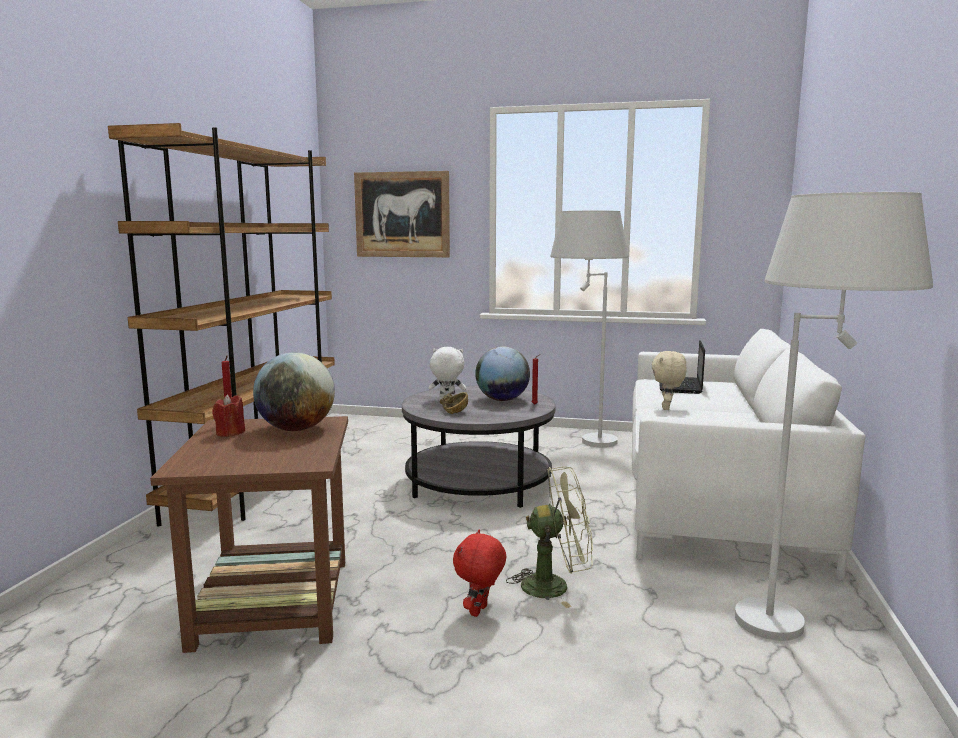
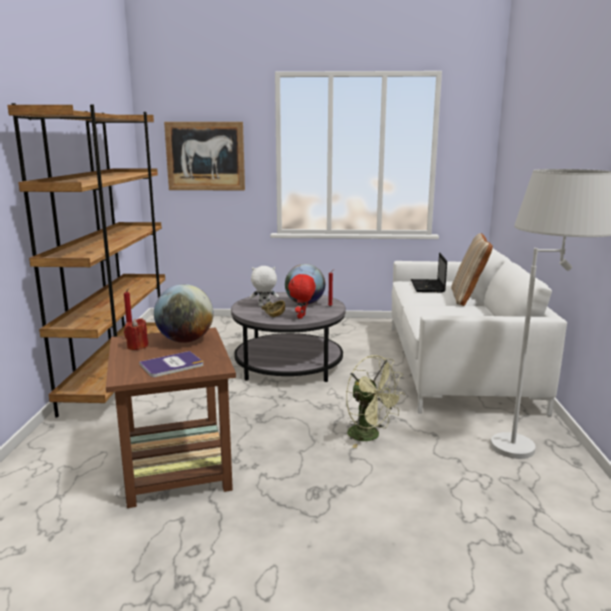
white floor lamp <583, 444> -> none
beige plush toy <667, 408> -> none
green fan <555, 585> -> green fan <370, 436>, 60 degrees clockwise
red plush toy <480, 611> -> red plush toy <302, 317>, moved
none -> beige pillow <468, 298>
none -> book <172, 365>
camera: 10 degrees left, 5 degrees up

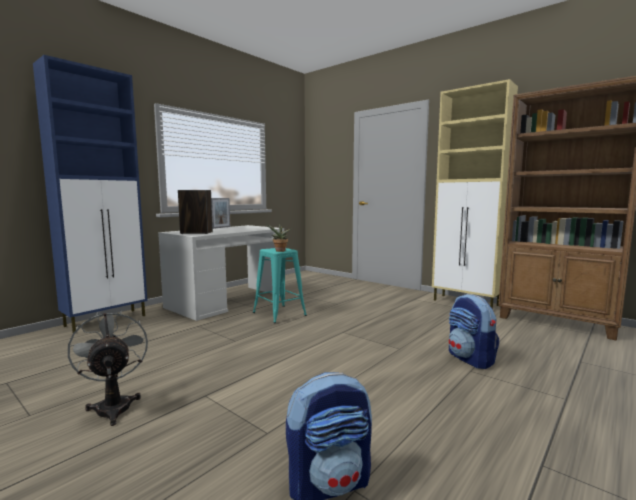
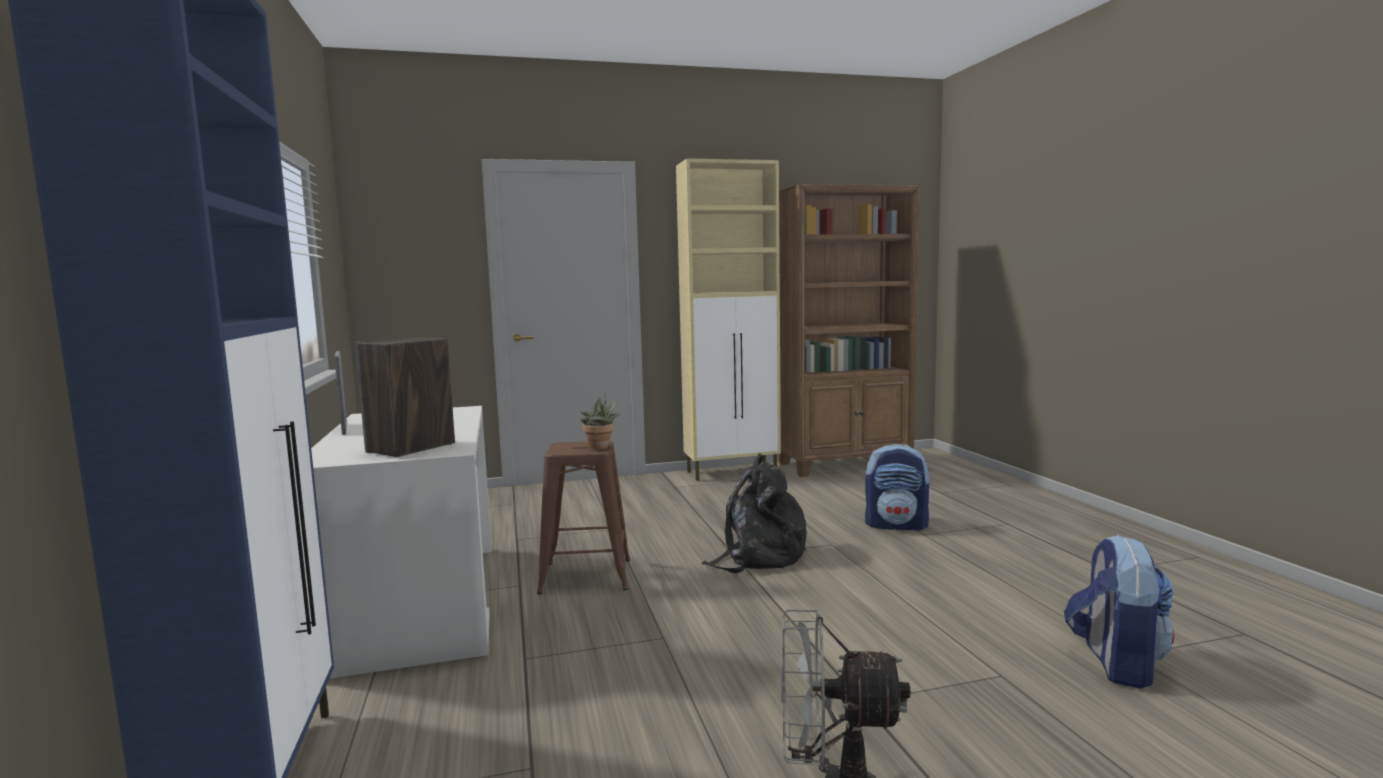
turquoise stool <279, 314> -> brown stool <586, 576>
none -> black backpack <758, 556>
camera: 55 degrees left, 0 degrees up

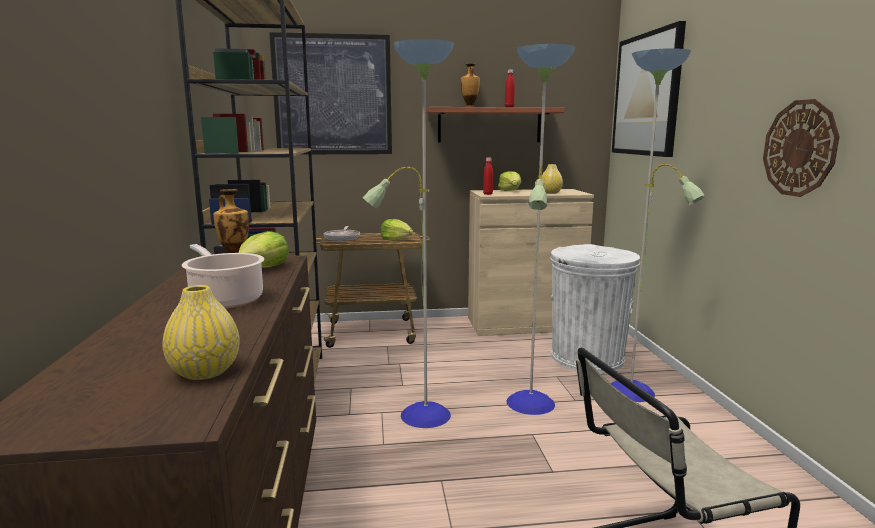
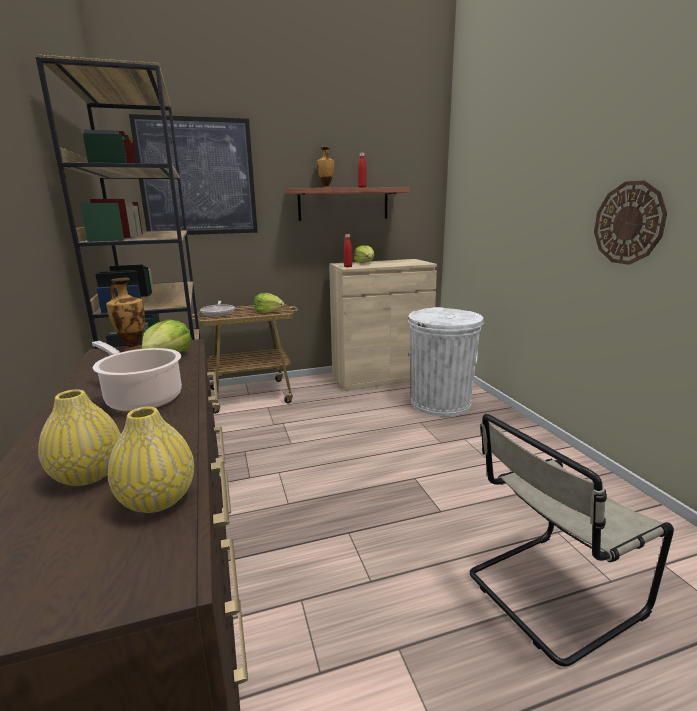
picture <647, 95> -> none
floor lamp <531, 404> -> none
yellow vase <550, 193> -> yellow vase <88, 475>, moved
camera: 10 degrees left, 5 degrees up

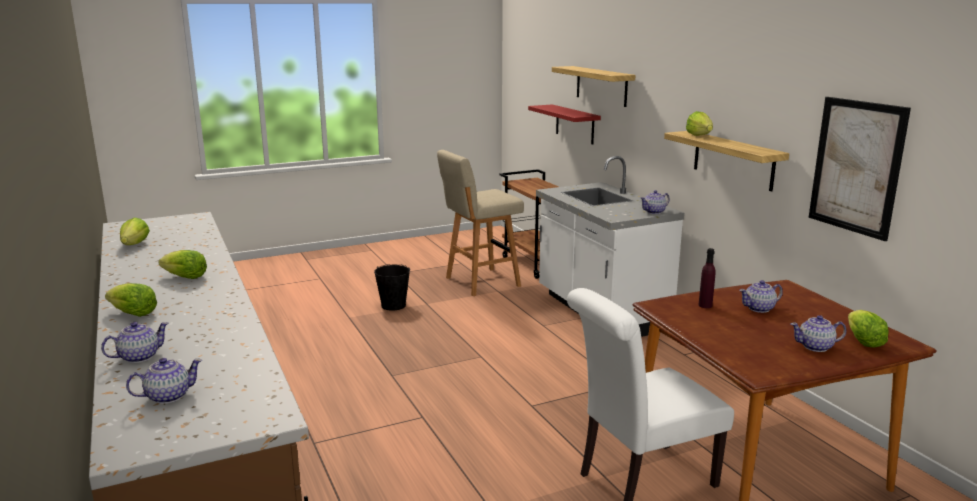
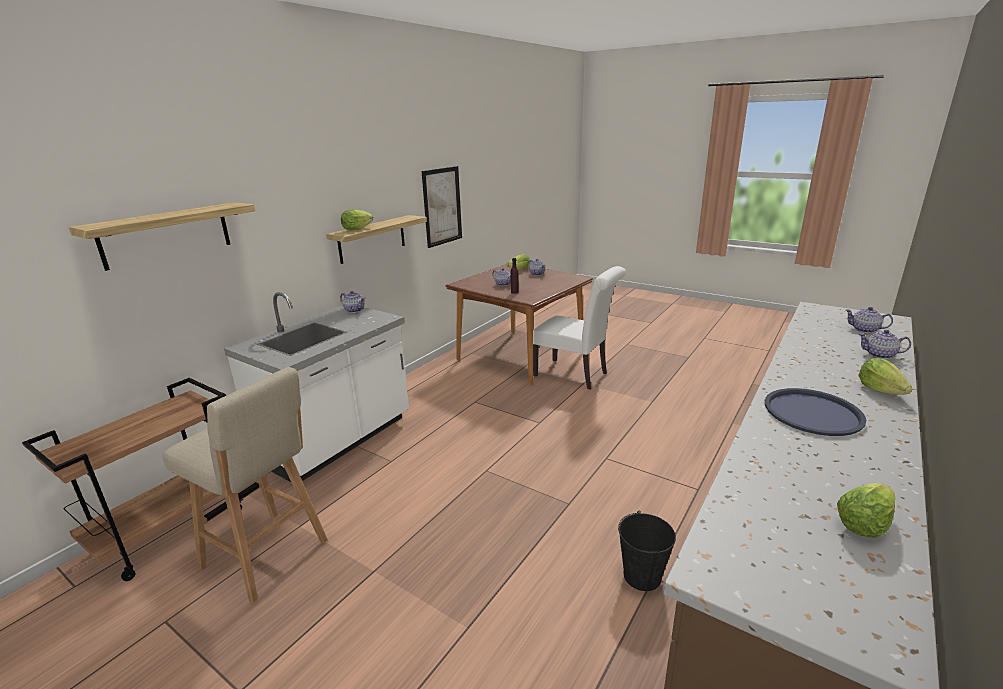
red shelf <574, 124> -> none
lettuce <186, 277> -> blue tray <812, 412>
black bucket <393, 305> -> black bucket <642, 576>, moved
camera: 120 degrees left, 5 degrees up

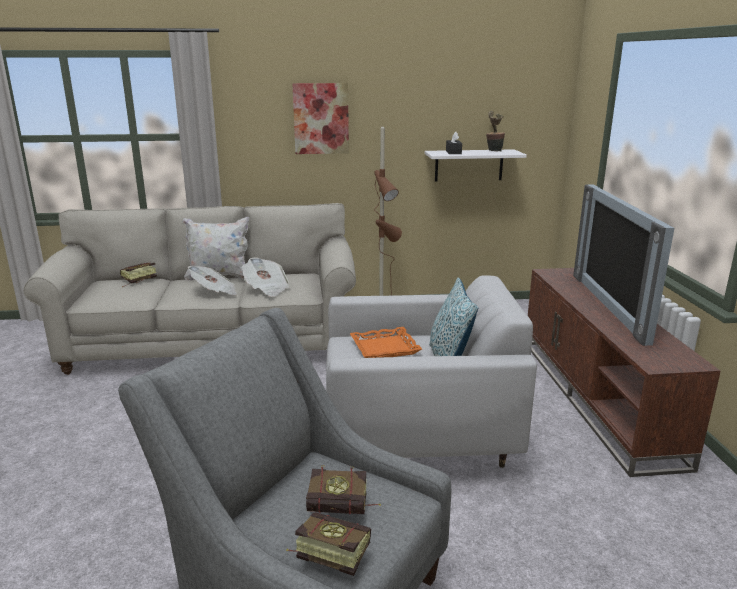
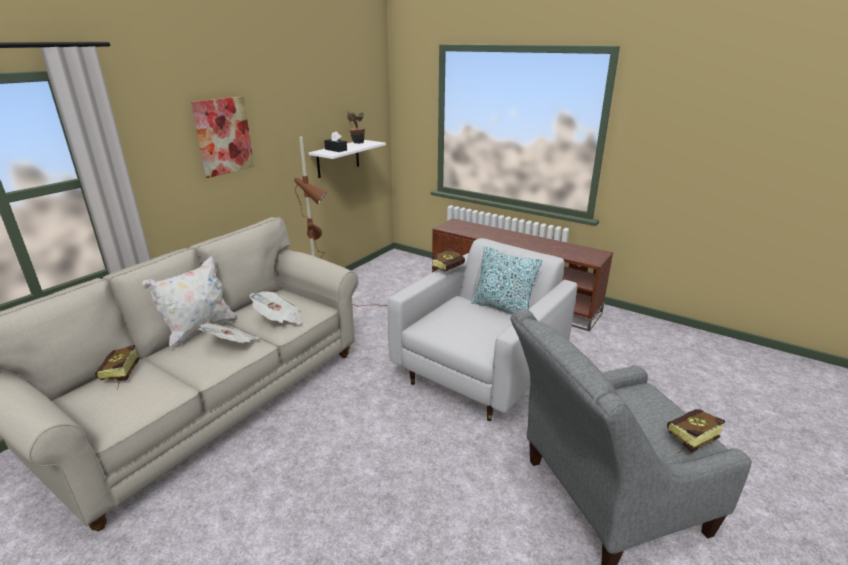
television <614, 305> -> none
orange tray <384, 348> -> none
book <344, 510> -> book <450, 269>, moved
camera: 50 degrees left, 5 degrees up

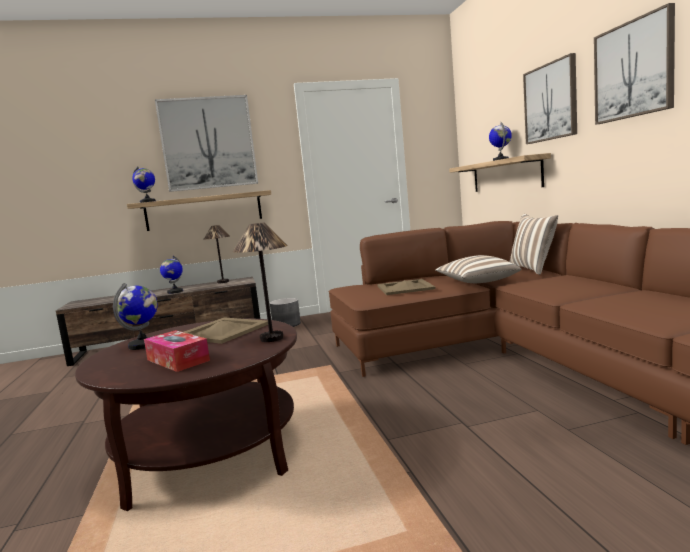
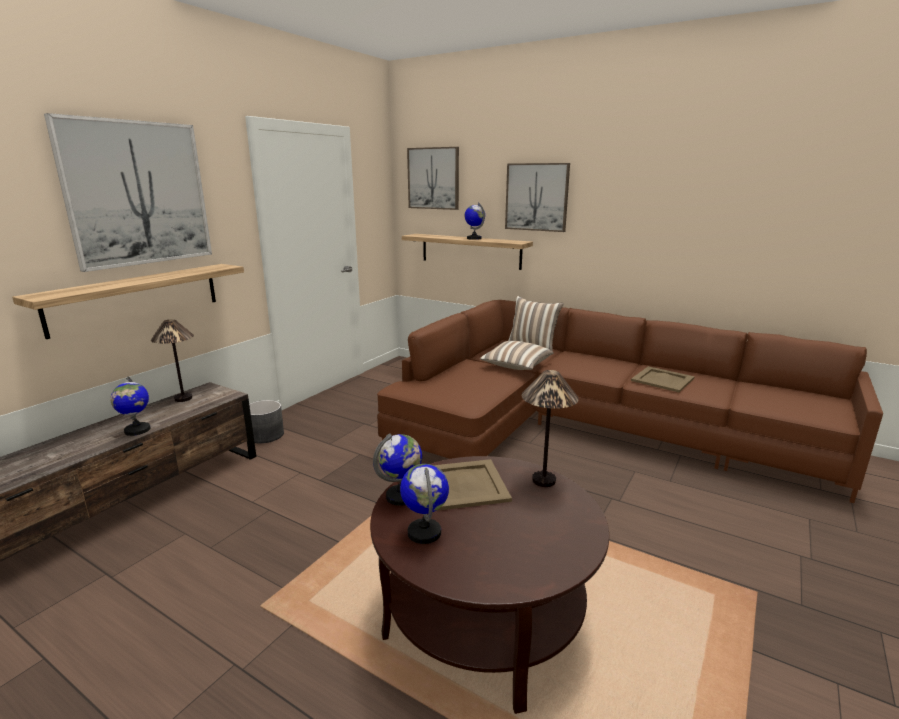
picture <633, 69> -> picture <433, 178>, moved
globe <147, 202> -> globe <401, 496>, moved
beige tray <405, 287> -> beige tray <662, 379>, moved
tissue box <178, 360> -> none
camera: 45 degrees left, 10 degrees up

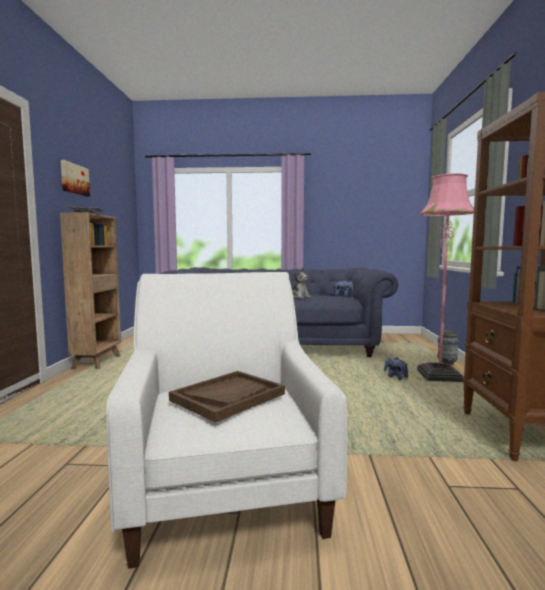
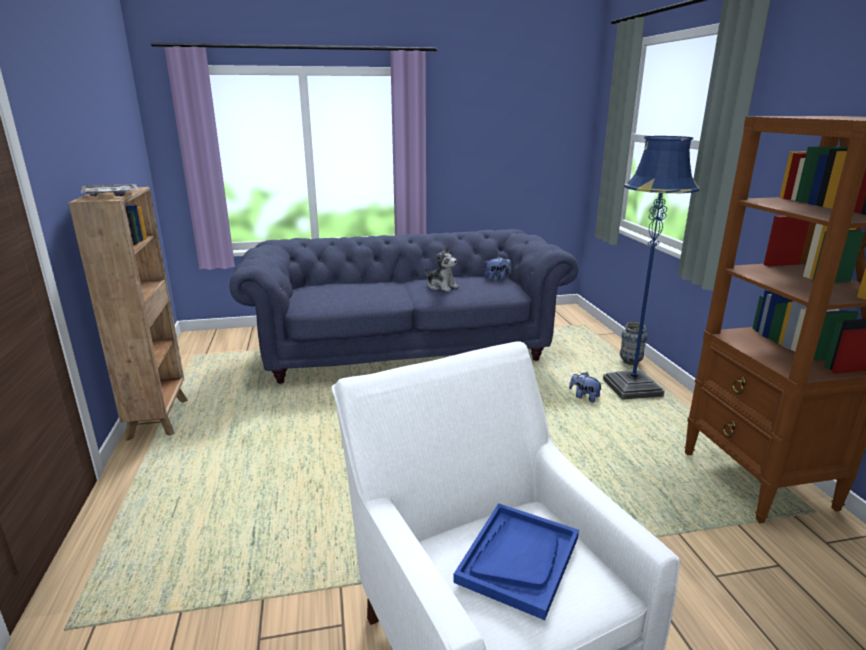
picture <74, 179> -> none
pink floor lamp <439, 376> -> blue floor lamp <632, 388>
brown tray <228, 397> -> blue tray <518, 559>
camera: 15 degrees left, 15 degrees up

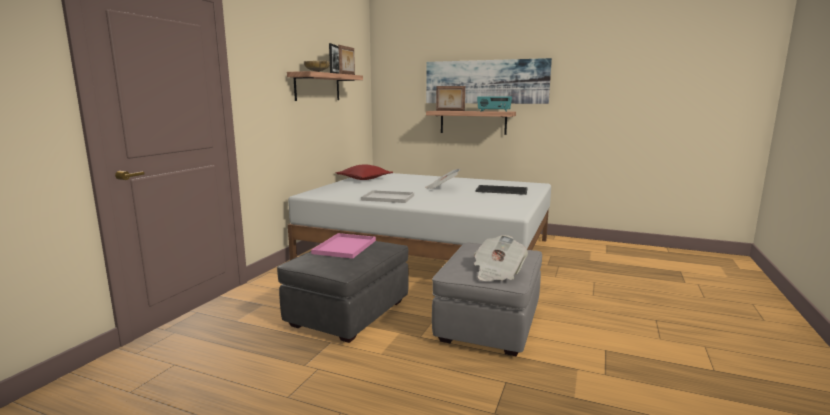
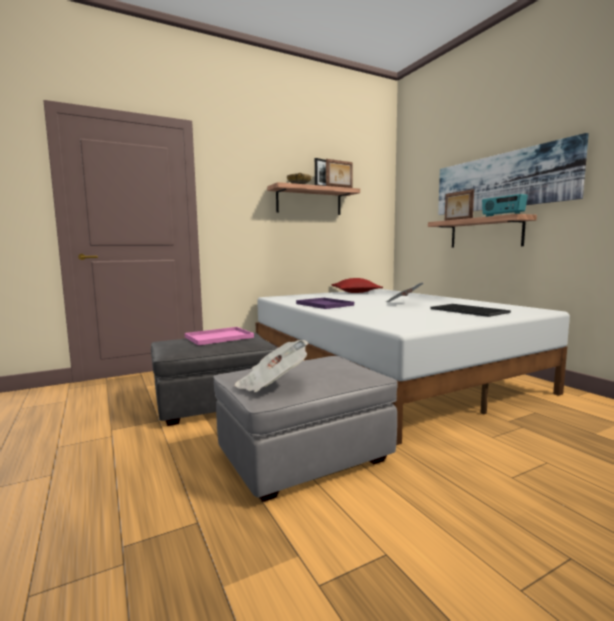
white tray <387, 198> -> purple tray <323, 304>
camera: 40 degrees right, 5 degrees down

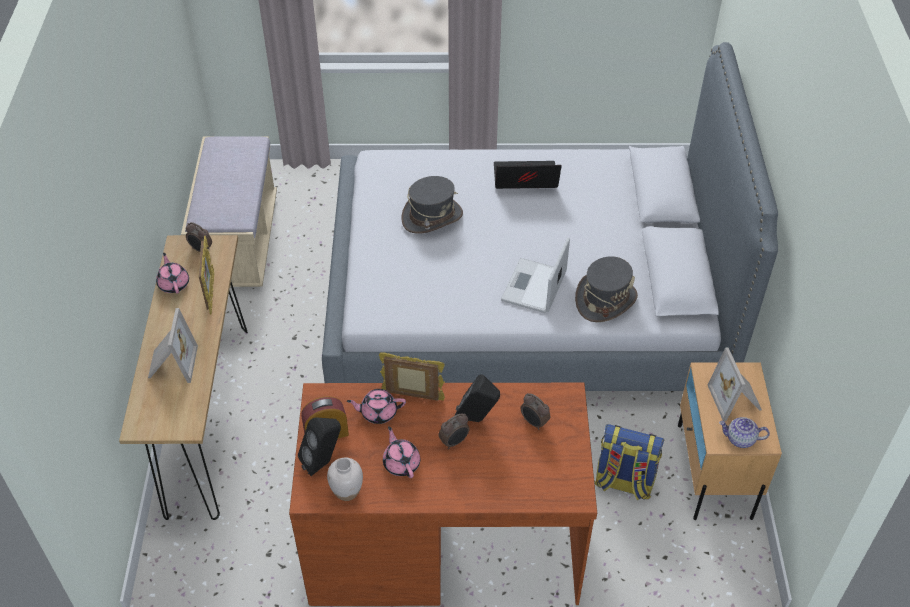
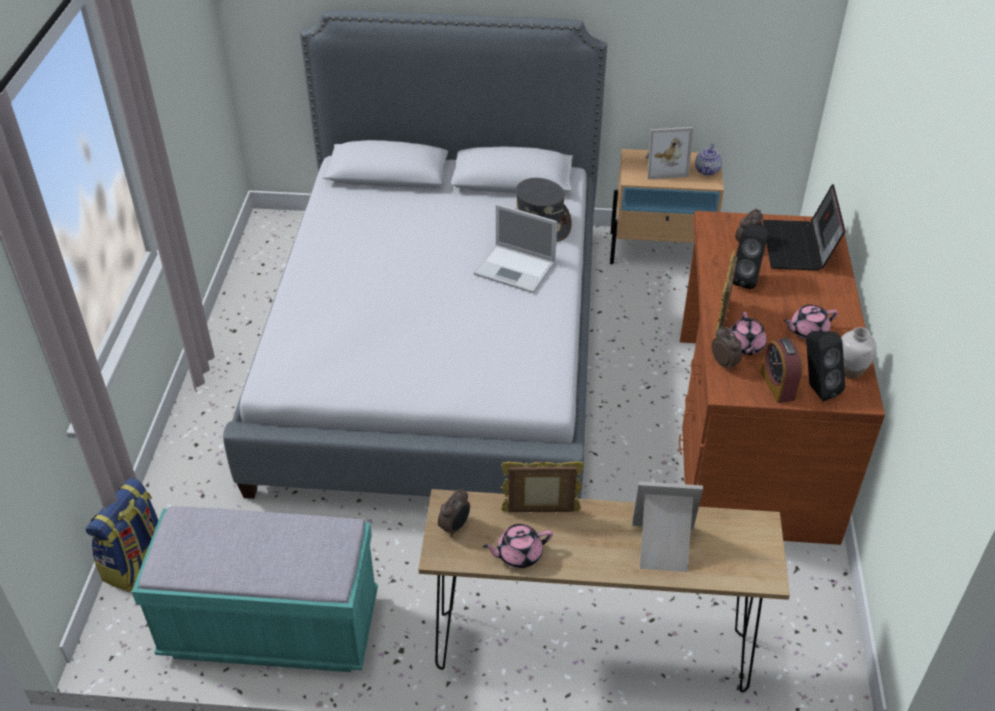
beige bench <238, 242> -> turquoise bench <271, 628>
laptop <524, 180> -> laptop <798, 247>, moved
grey hat <432, 217> -> none
alarm clock <454, 442> -> alarm clock <724, 363>, moved
backpack <623, 482> -> backpack <137, 564>, moved
camera: 85 degrees left, 5 degrees down

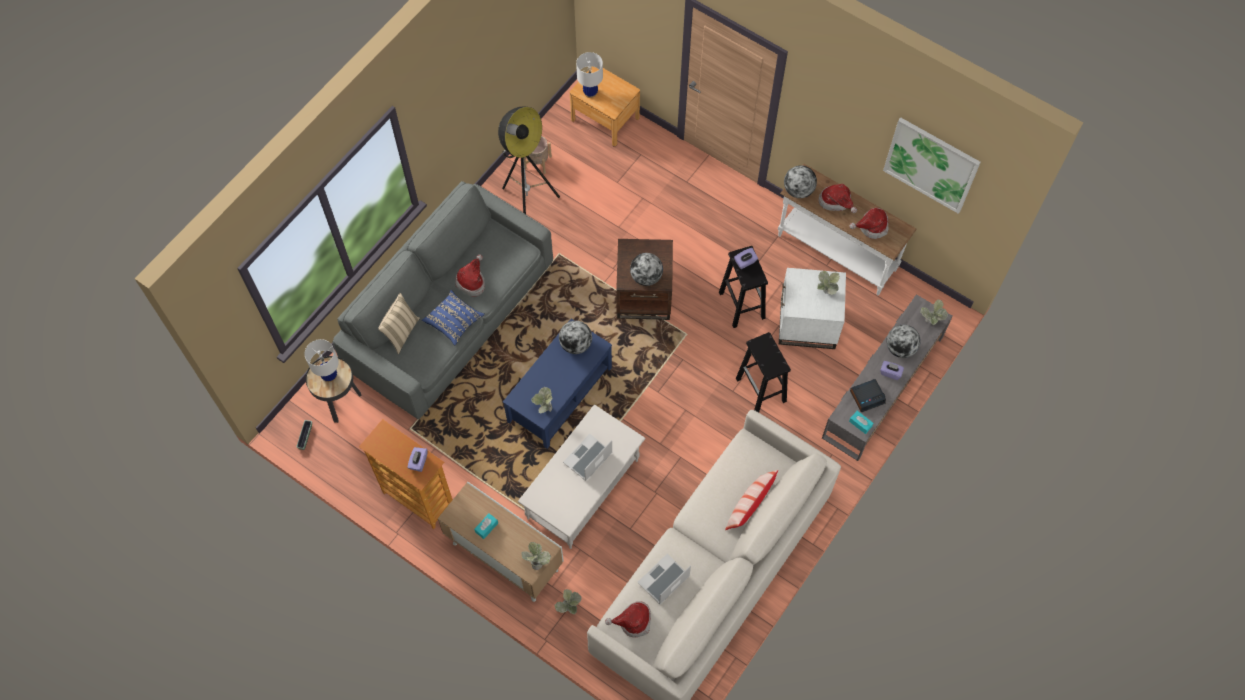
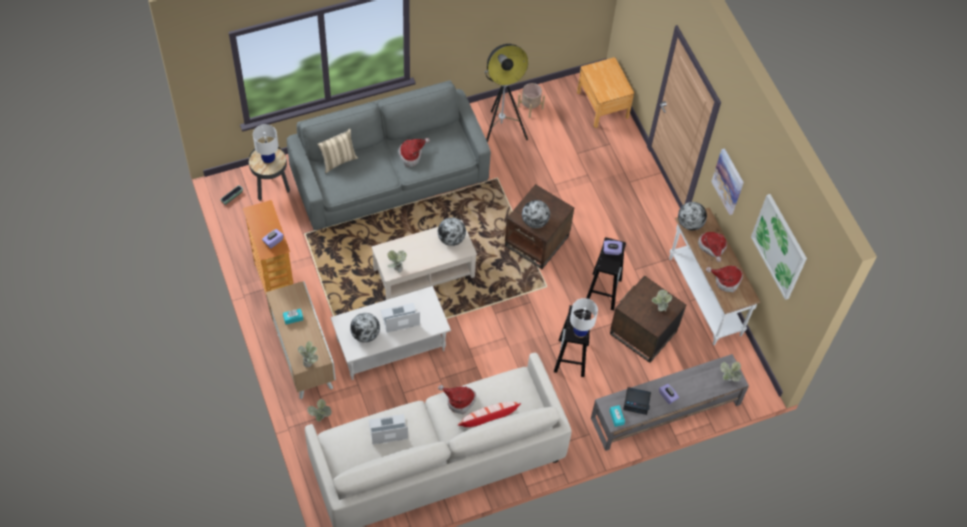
white table lamp <590, 92> -> white table lamp <580, 332>, moved
white side table <807, 324> -> brown side table <643, 333>
blue pillow <454, 321> -> none
blue coffee table <560, 394> -> beige coffee table <424, 273>
globe <900, 348> -> globe <365, 334>, moved
hat <633, 621> -> hat <459, 400>, moved
none -> picture <728, 181>
camera: 30 degrees right, 5 degrees down

